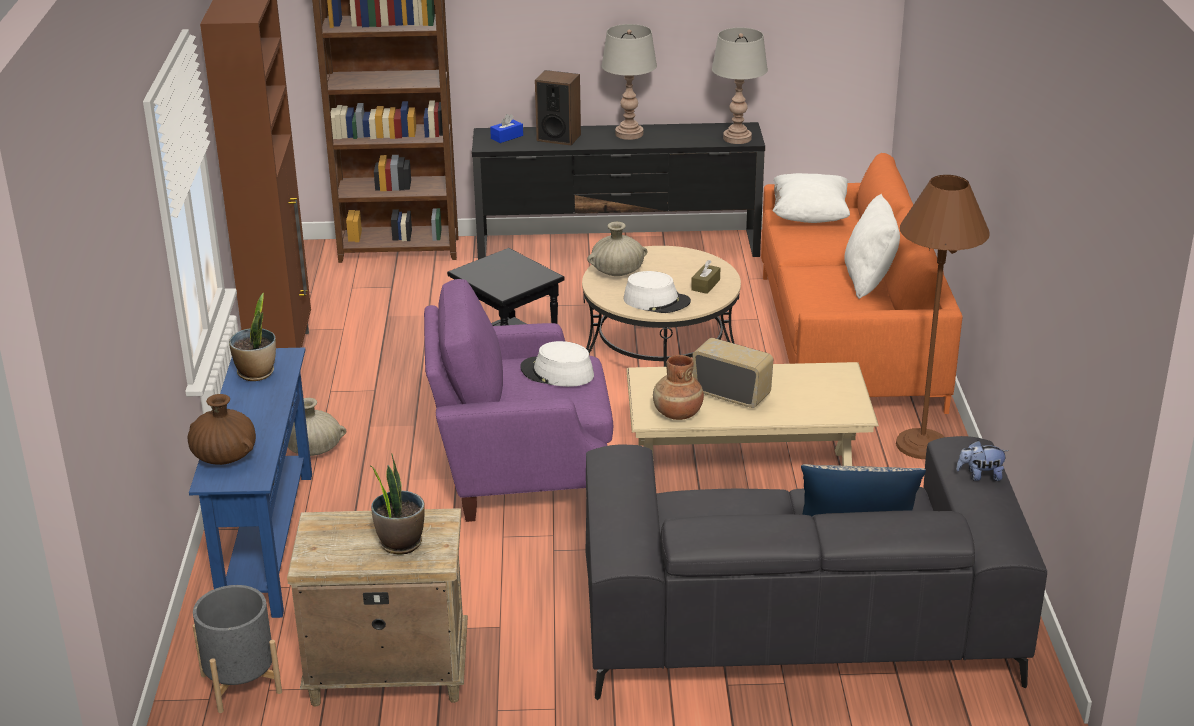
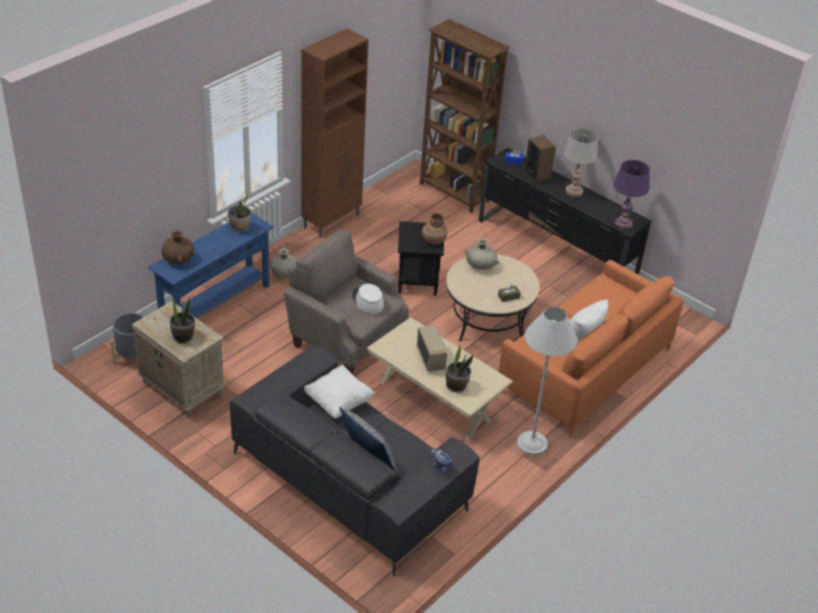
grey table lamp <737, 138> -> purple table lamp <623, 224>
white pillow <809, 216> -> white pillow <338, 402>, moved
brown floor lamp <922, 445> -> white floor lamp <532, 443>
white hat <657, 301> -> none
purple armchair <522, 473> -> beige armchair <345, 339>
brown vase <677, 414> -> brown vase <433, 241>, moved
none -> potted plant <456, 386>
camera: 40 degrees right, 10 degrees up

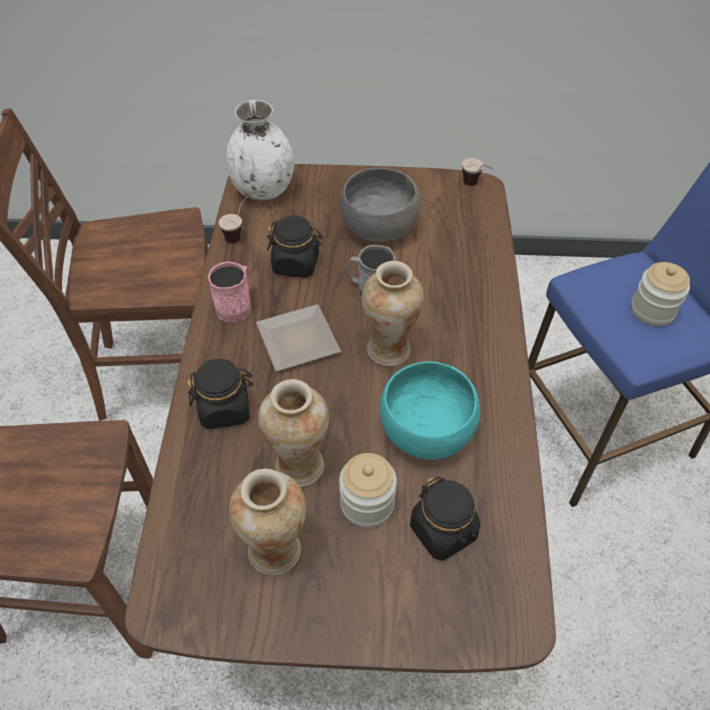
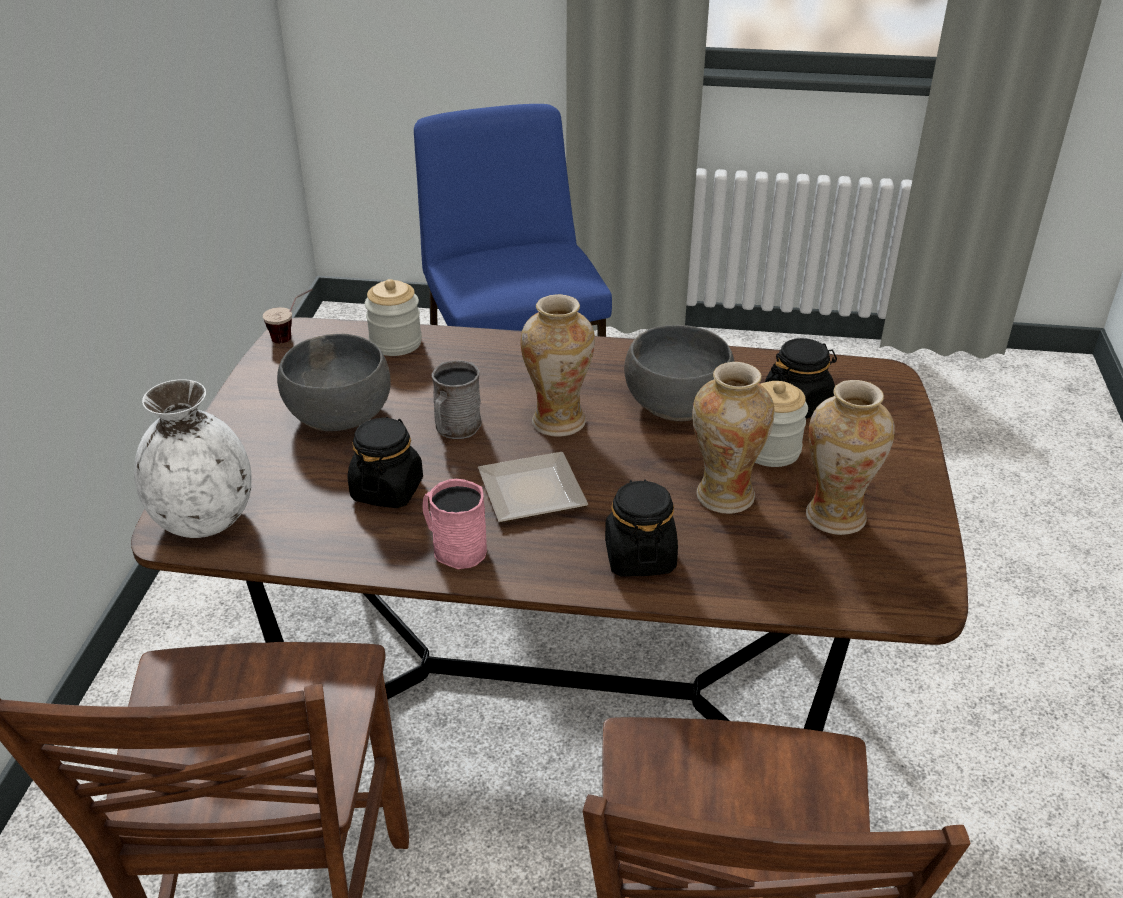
cup <239, 233> -> none
jar <652, 310> -> jar <395, 343>, moved
turquoise bowl <427, 430> -> grey bowl <676, 404>
camera: 85 degrees left, 15 degrees down

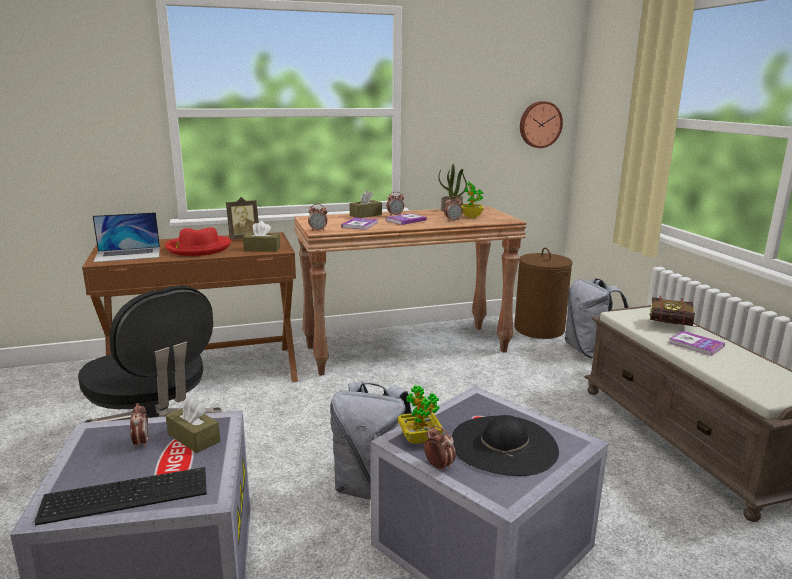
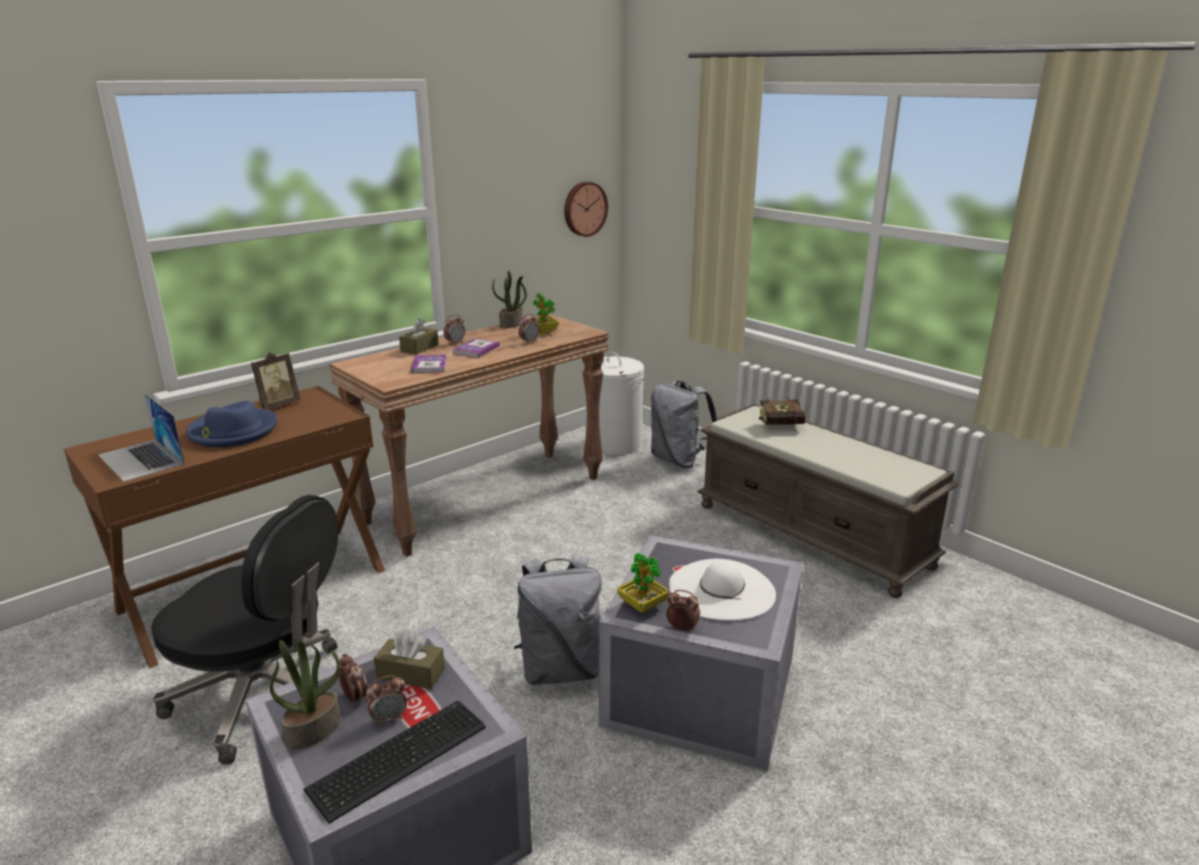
alarm clock <318, 230> -> alarm clock <389, 718>, moved
laptop <128, 254> -> laptop <141, 459>, 90 degrees clockwise
brown tissue box <262, 249> -> none
red hat <198, 248> -> blue hat <232, 431>
brown laundry basket <539, 329> -> white laundry basket <614, 443>
book <696, 344> -> none
black hat <504, 444> -> white hat <721, 589>
none -> potted plant <313, 730>
camera: 25 degrees left, 5 degrees up

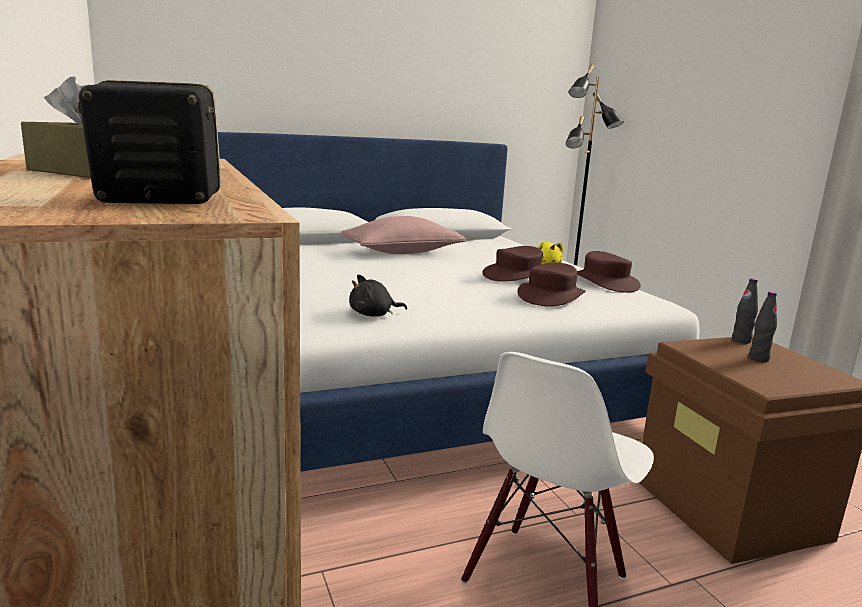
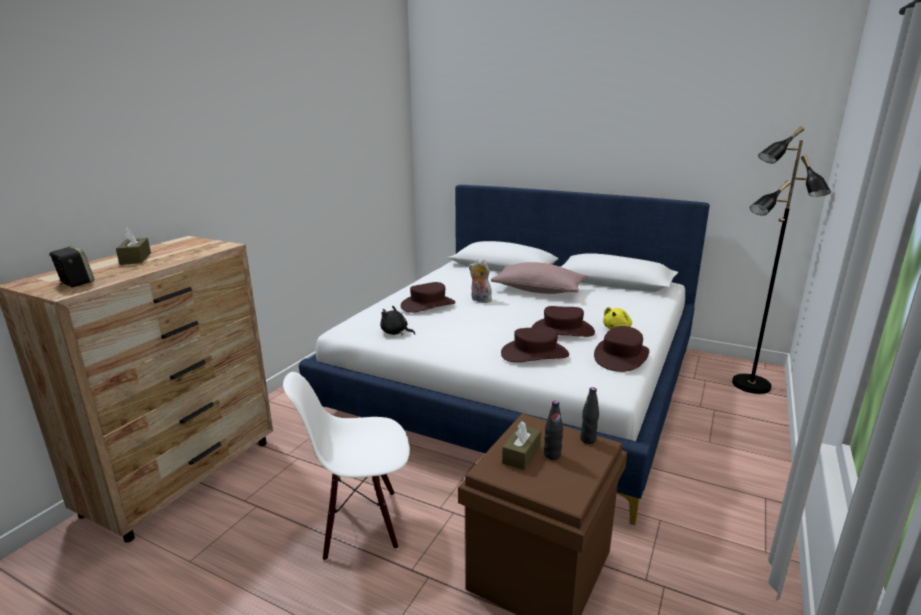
none -> plush toy <479, 300>
none -> brown hat <428, 305>
none -> brown tissue box <521, 454>
camera: 50 degrees right, 5 degrees up

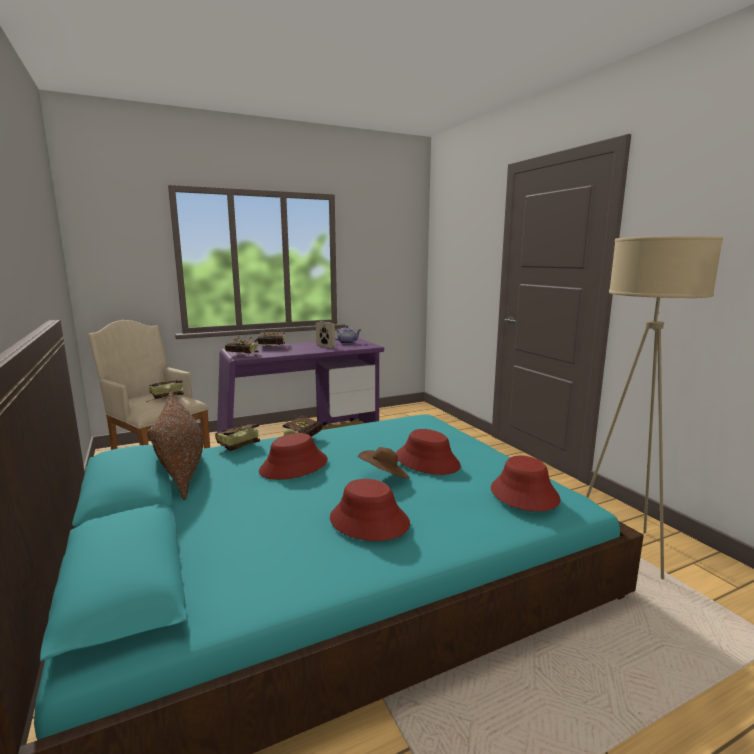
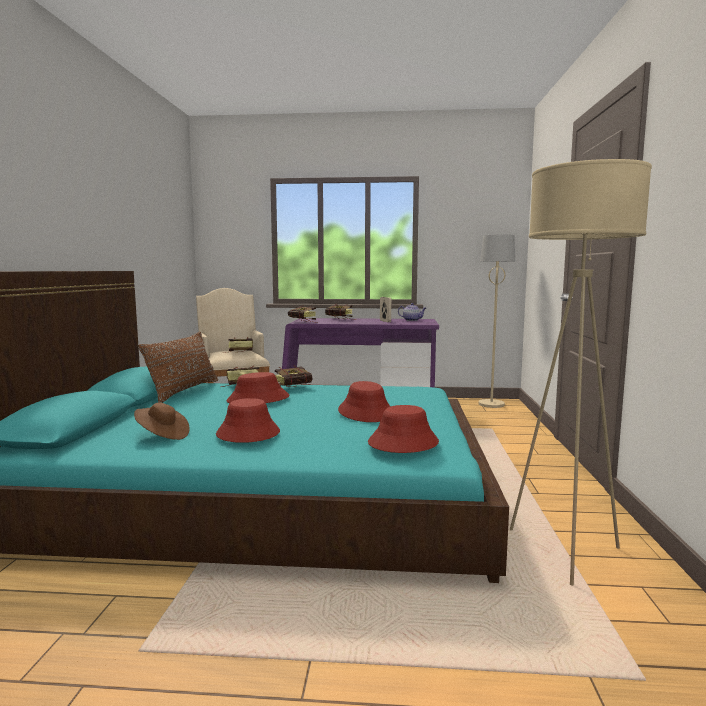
brown hat <384, 477> -> brown hat <162, 435>, moved
none -> beige floor lamp <491, 404>
camera: 30 degrees right, 5 degrees down

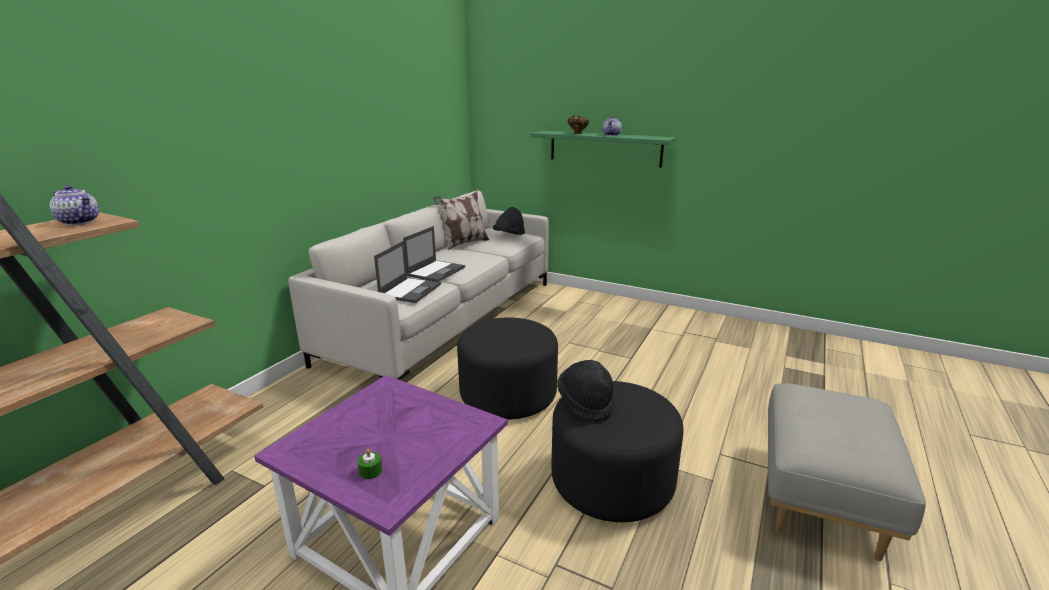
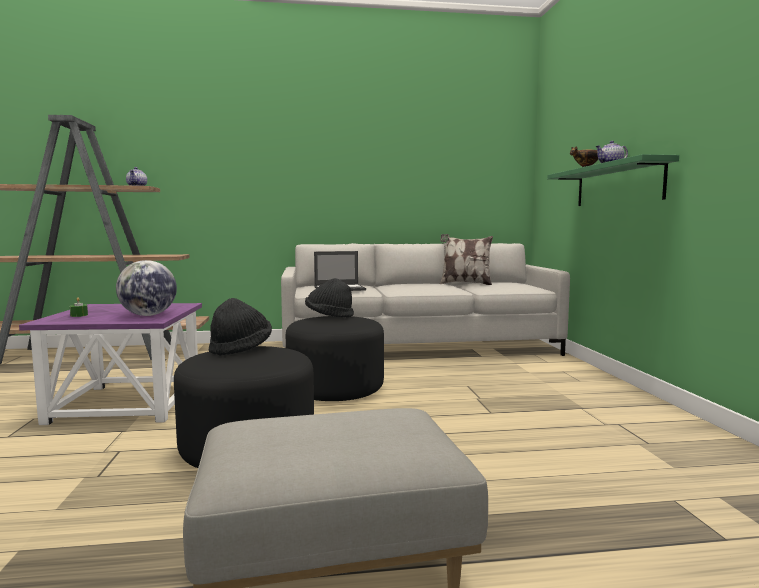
black hat <509, 235> -> black hat <329, 316>, moved
laptop <436, 271> -> none
none -> globe <148, 315>
camera: 55 degrees right, 15 degrees down

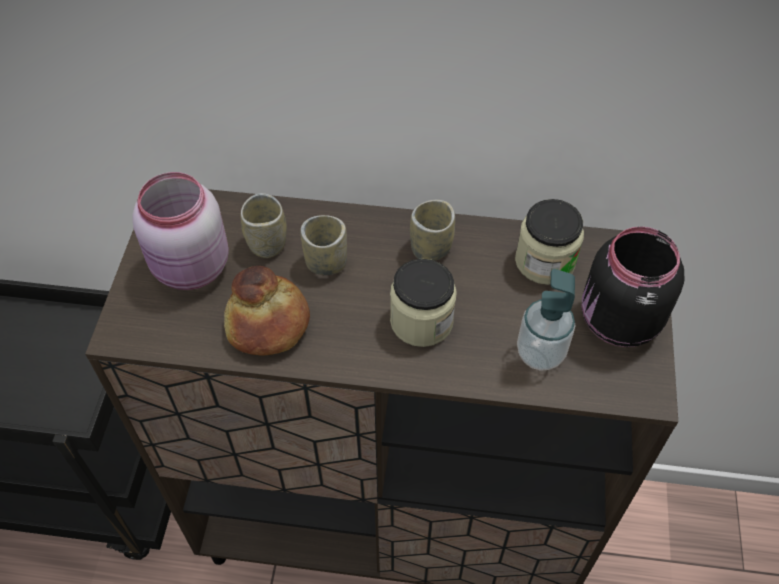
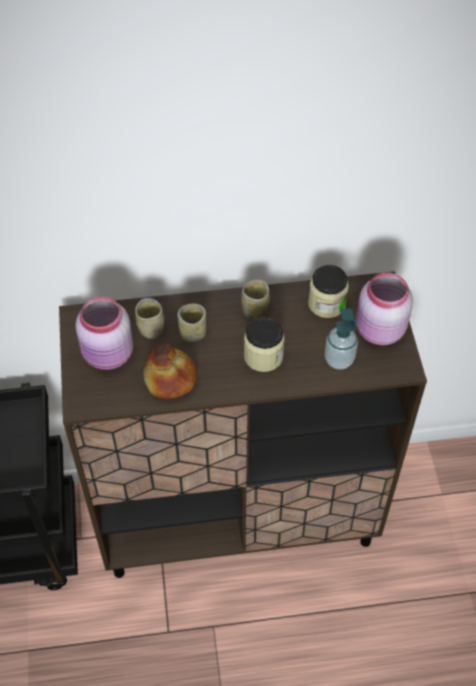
black jar <616, 321> -> pink jar <378, 331>
camera: 15 degrees left, 0 degrees up

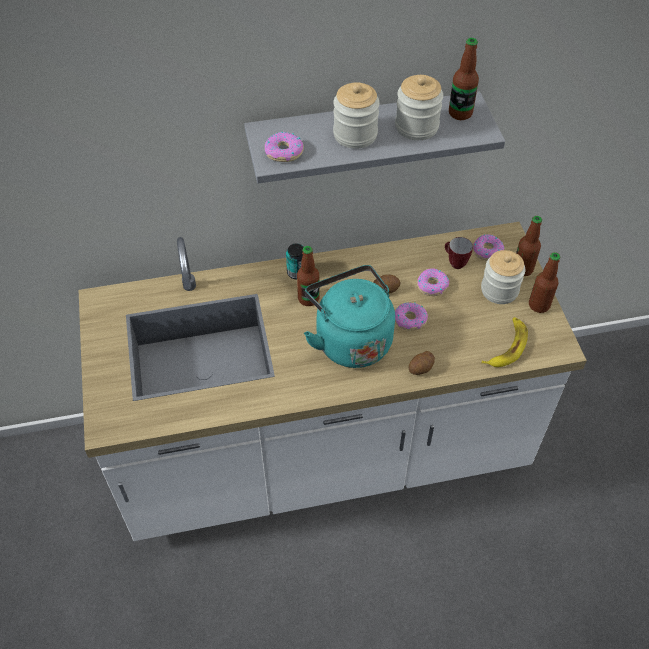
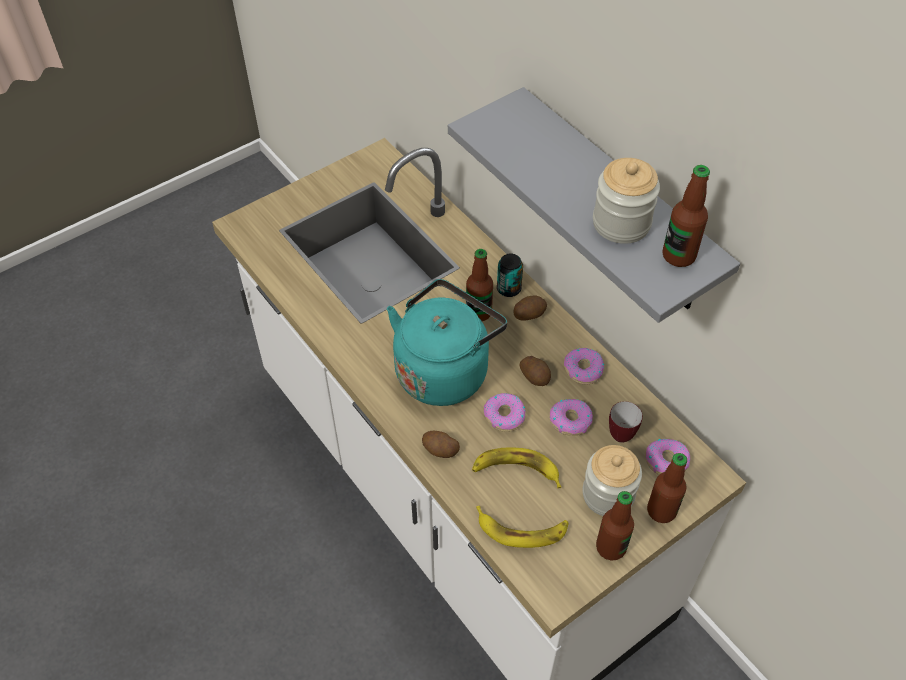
jar <355, 135> -> none
donut <284, 152> -> donut <583, 369>, moved
none -> potato <529, 314>
none -> banana <516, 470>
camera: 65 degrees right, 0 degrees up

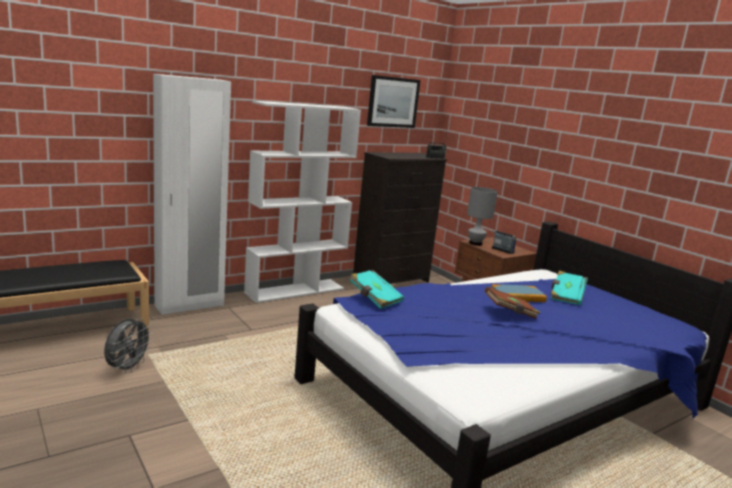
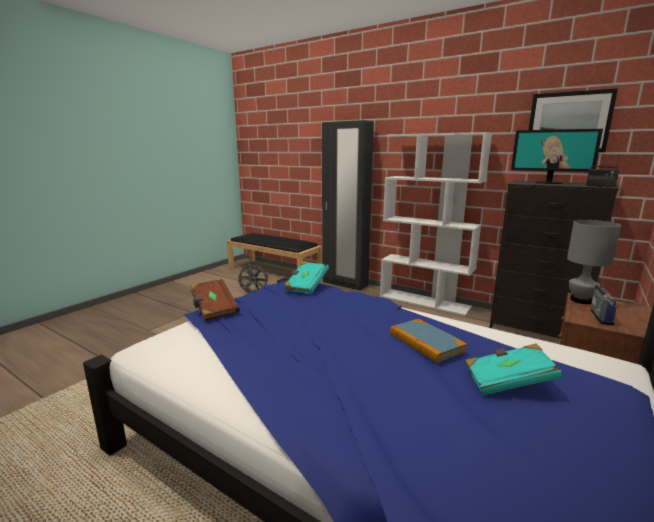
white wardrobe <189, 305> -> black wardrobe <345, 284>
brown book <510, 312> -> brown book <213, 309>, moved
none -> monitor <549, 183>
camera: 70 degrees right, 0 degrees up

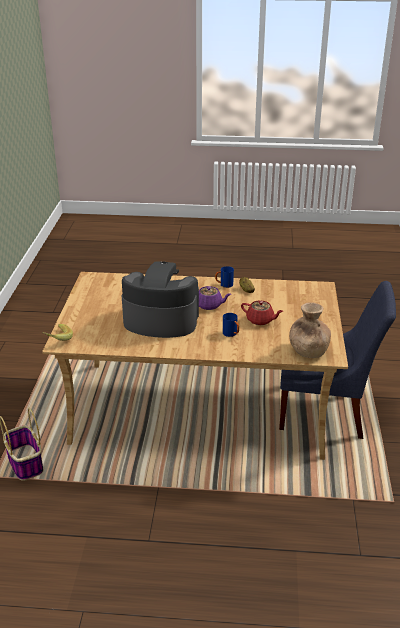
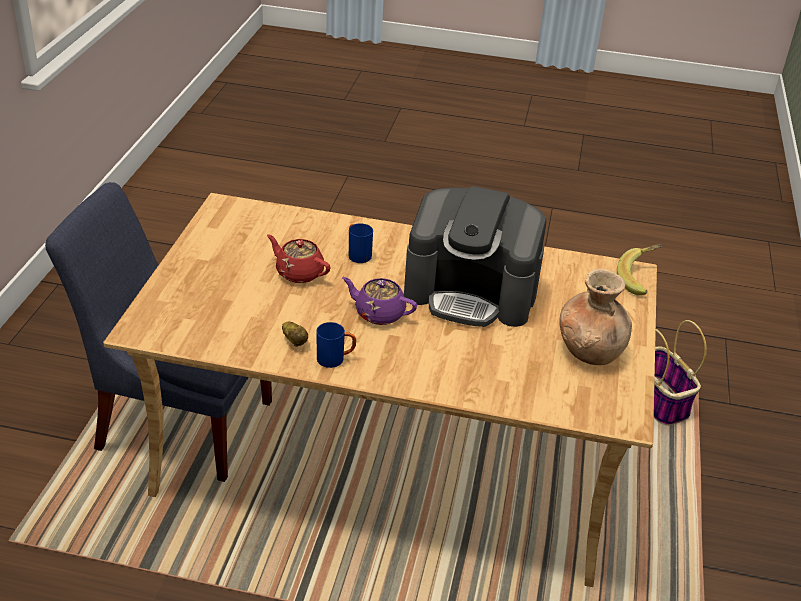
brown vase <307, 351> -> brown vase <590, 351>, moved
camera: 175 degrees left, 5 degrees up

